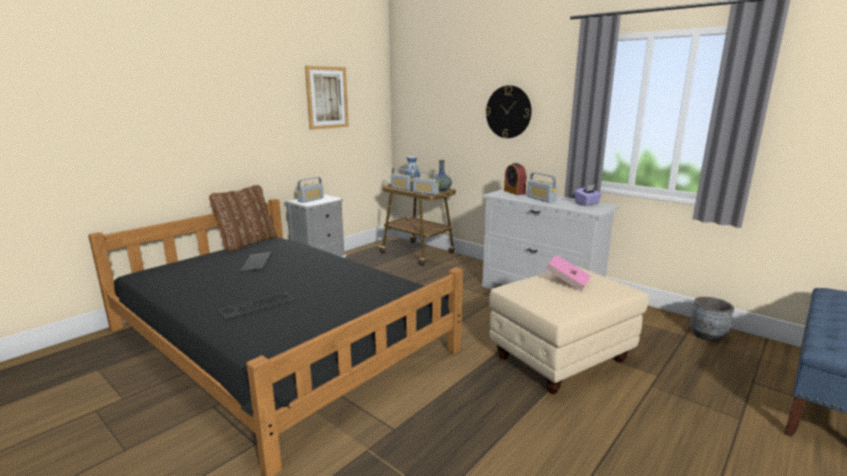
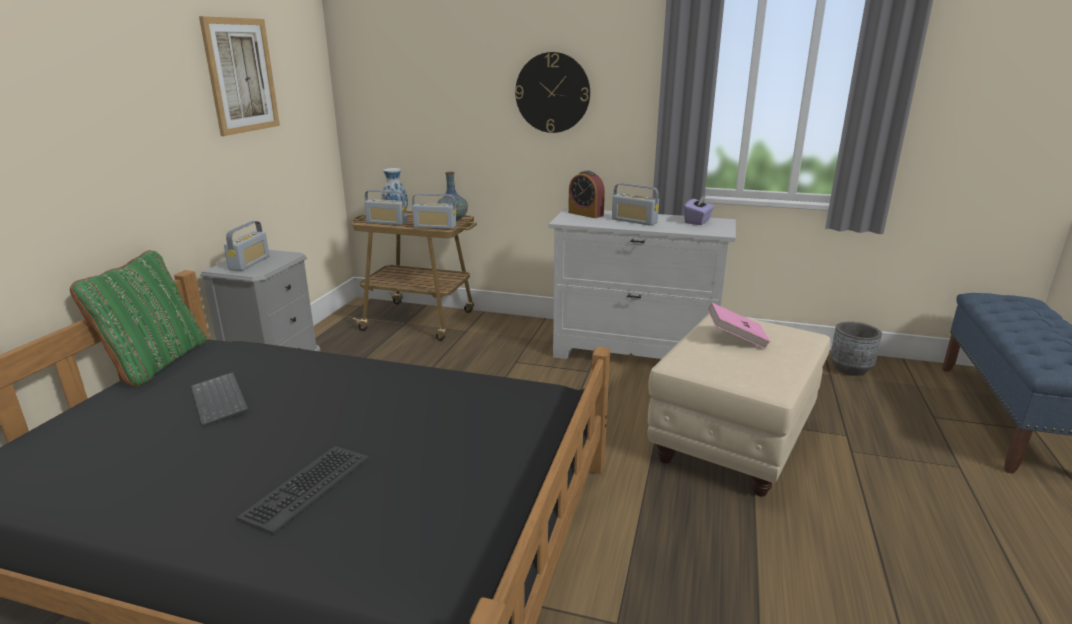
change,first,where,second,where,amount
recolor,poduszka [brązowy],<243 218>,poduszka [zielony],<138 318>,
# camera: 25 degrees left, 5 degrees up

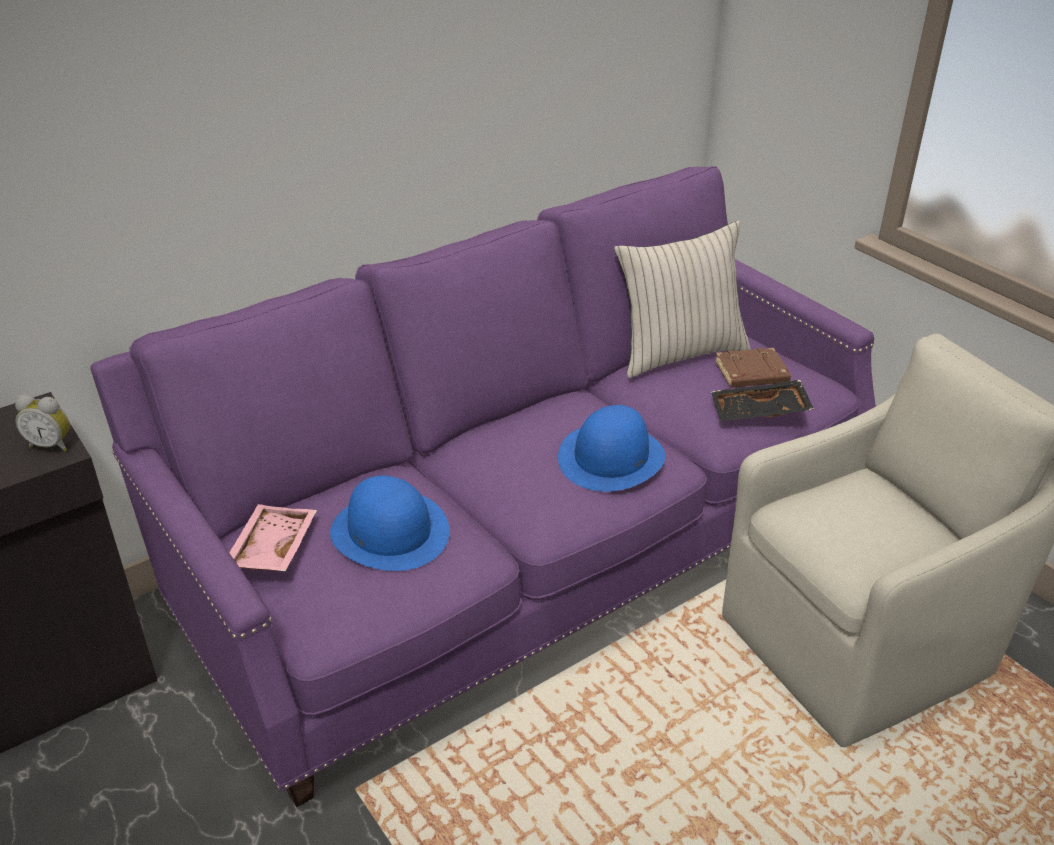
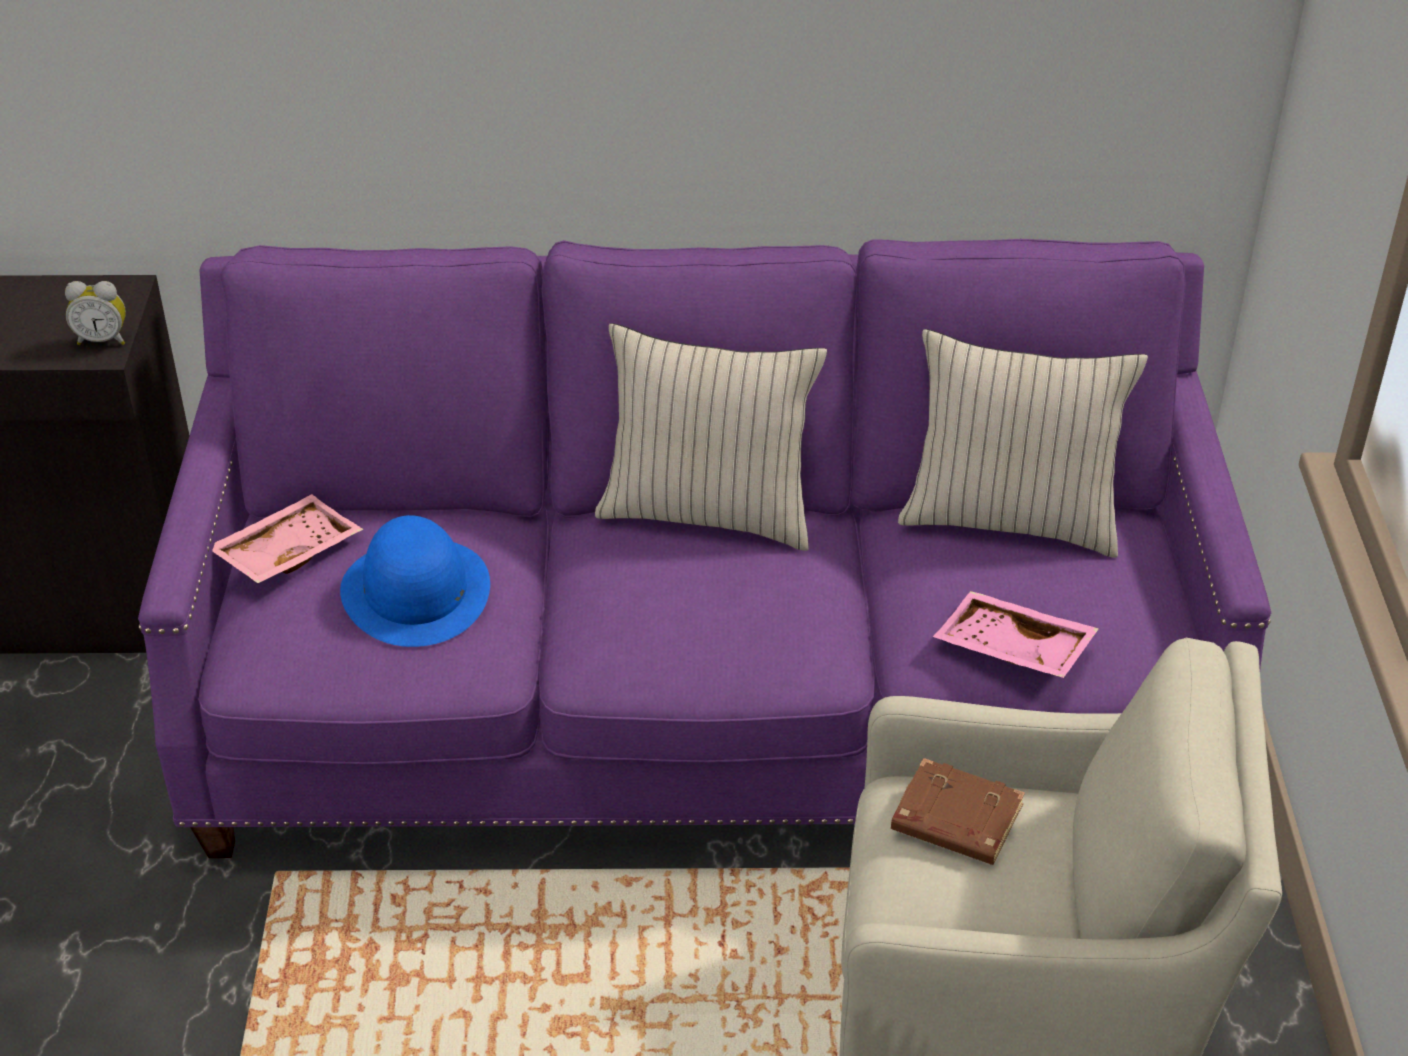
change,first,where,second,where,amount
rotate,budzik,<42 423>,,<95 313>,45 degrees counterclockwise
insert,,,poduszka [beżowy],<711 437>,
move,książka [brązowy],<753 368>,,<958 811>,
recolor,taca [czarny],<762 400>,taca [różowy],<1016 634>,
delete,kapelusz [niebieski],<611 448>,,,
# camera: 35 degrees right, 5 degrees up

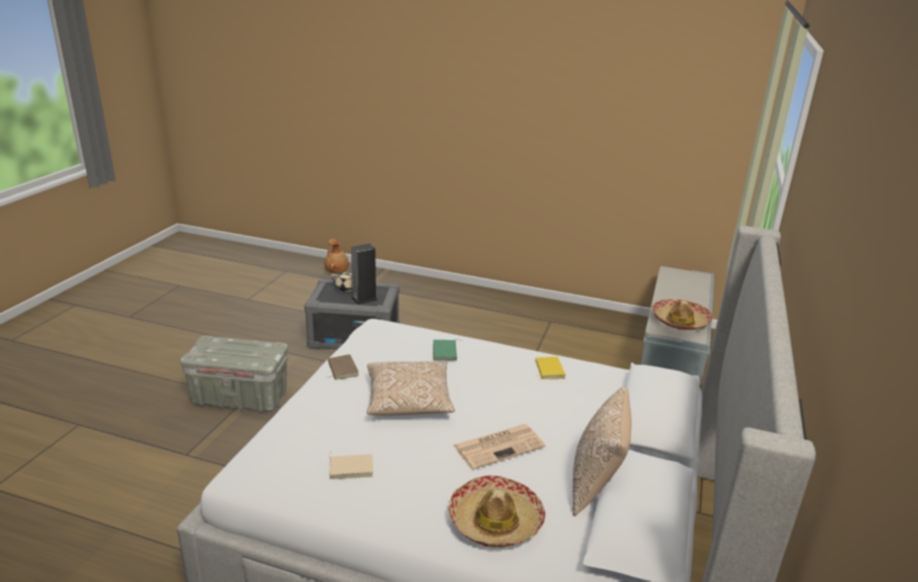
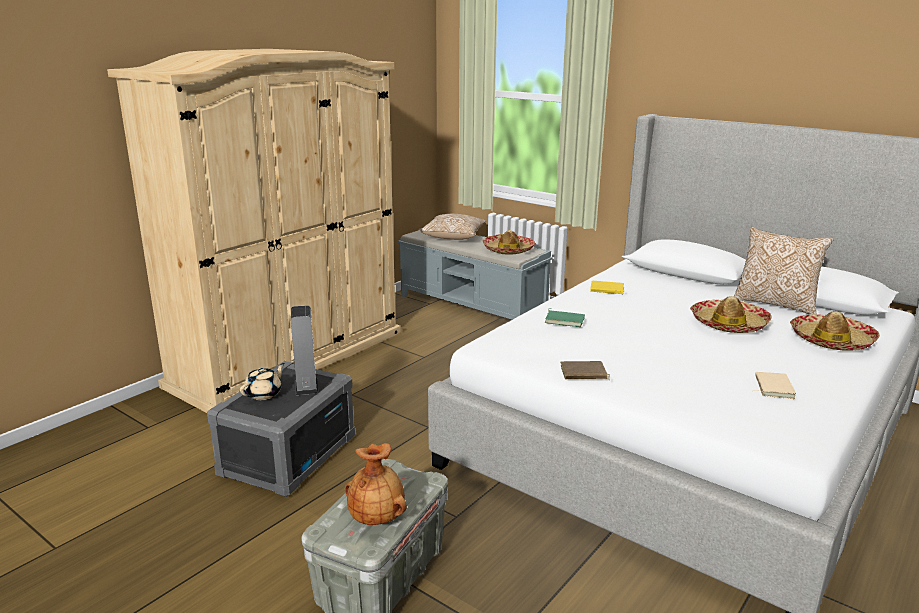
change,first,where,second,where,amount
insert,,,szafa [beżowy],<254 231>,
move,wazon [brązowy],<337 256>,,<376 484>,
move,poduszka,<411 388>,,<453 227>,
replace,gazeta,<499 447>,kapelusz,<731 314>,
# camera: 70 degrees left, 5 degrees down

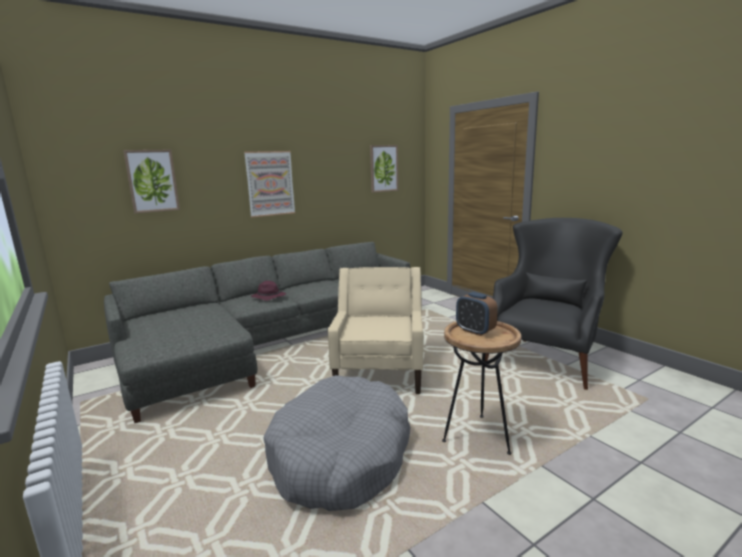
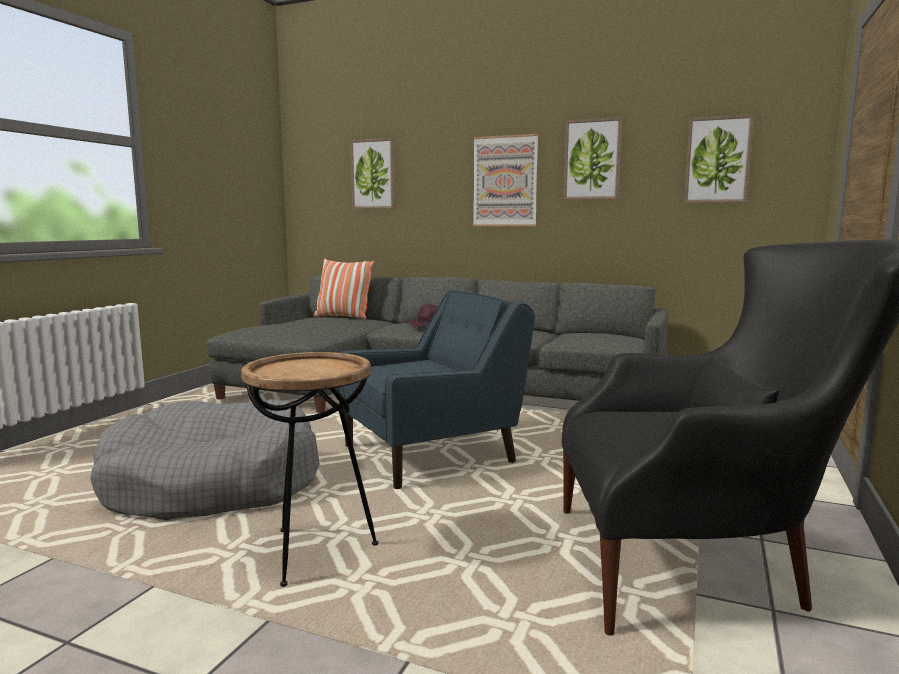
change,first,where,second,where,amount
insert,,,poduszka,<343 289>,
recolor,fotel [beżowy],<375 331>,fotel [niebieski],<437 389>,
insert,,,obraz,<592 158>,
delete,budzik,<477 314>,,,
# camera: 55 degrees right, 5 degrees down

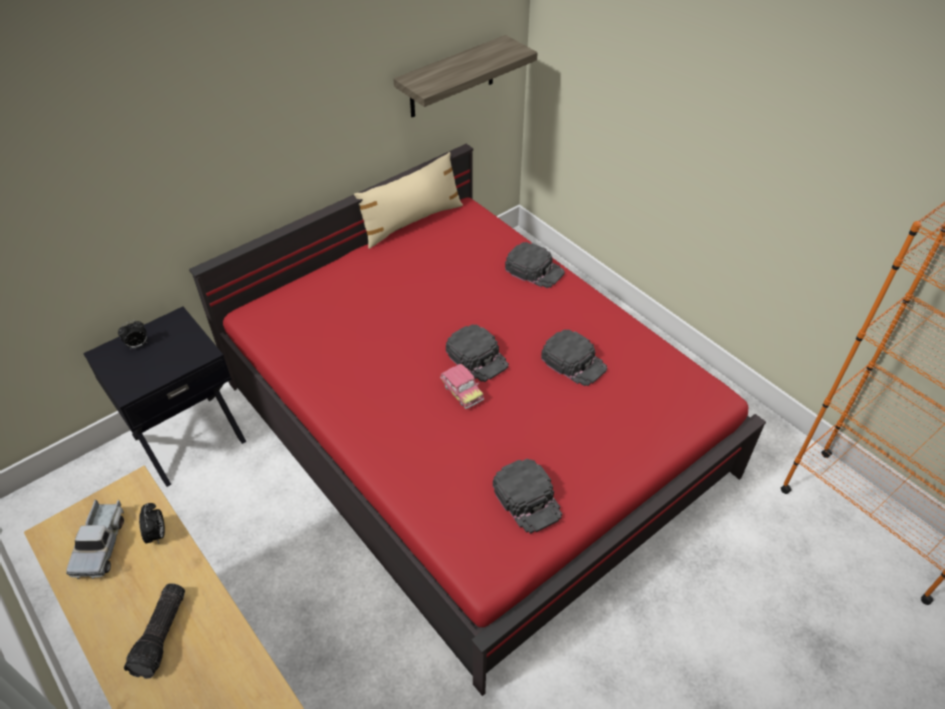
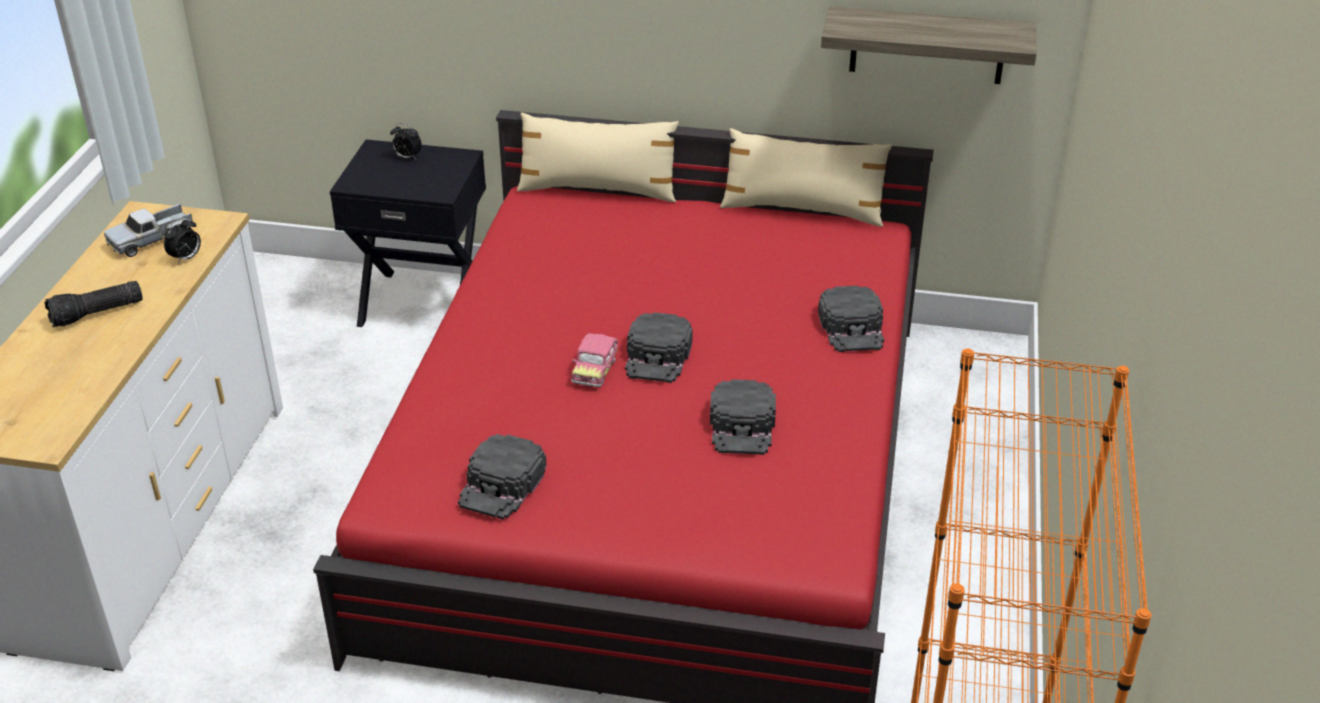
change,first,where,second,where,amount
insert,,,poduszka [beżowy],<598 157>,
# camera: 50 degrees right, 10 degrees down

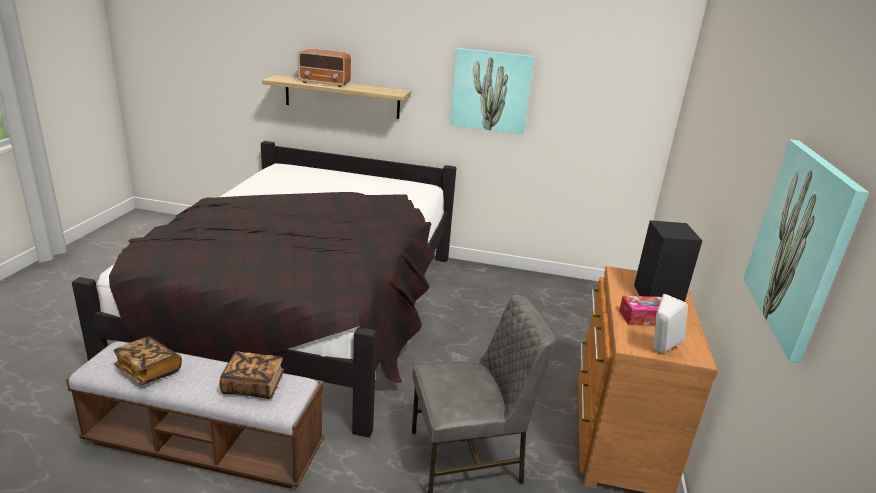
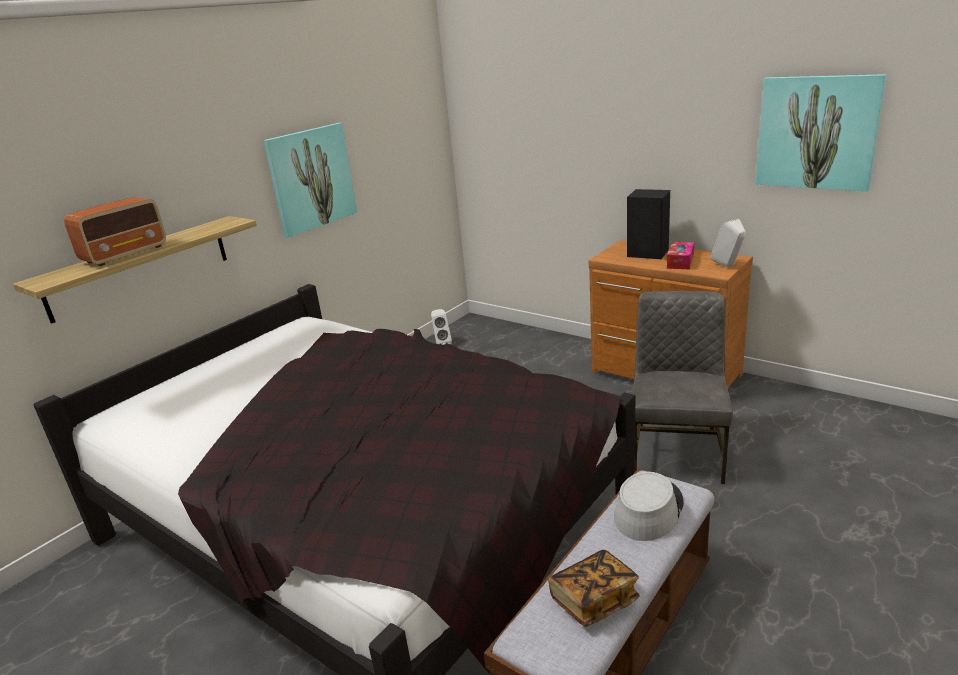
change,first,where,second,where,amount
insert,,,głośnik [biały],<441 327>,
replace,książka,<251 375>,kapelusz [szary],<649 506>,
# camera: 60 degrees left, 0 degrees up

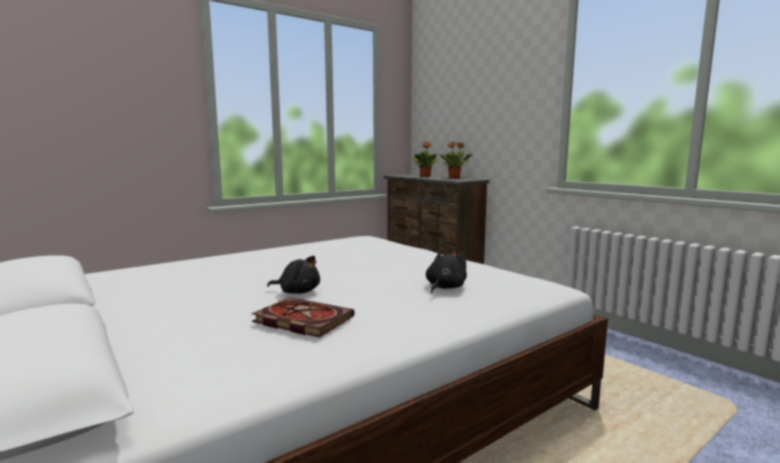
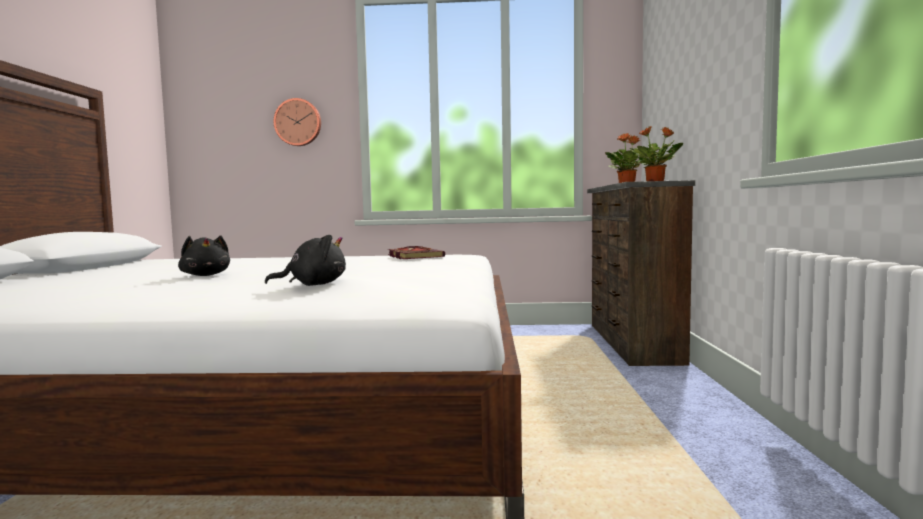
change,first,where,second,where,amount
insert,,,zegar ścienny,<297 122>,
move,książka,<302 317>,,<416 252>,
# camera: 40 degrees right, 5 degrees down

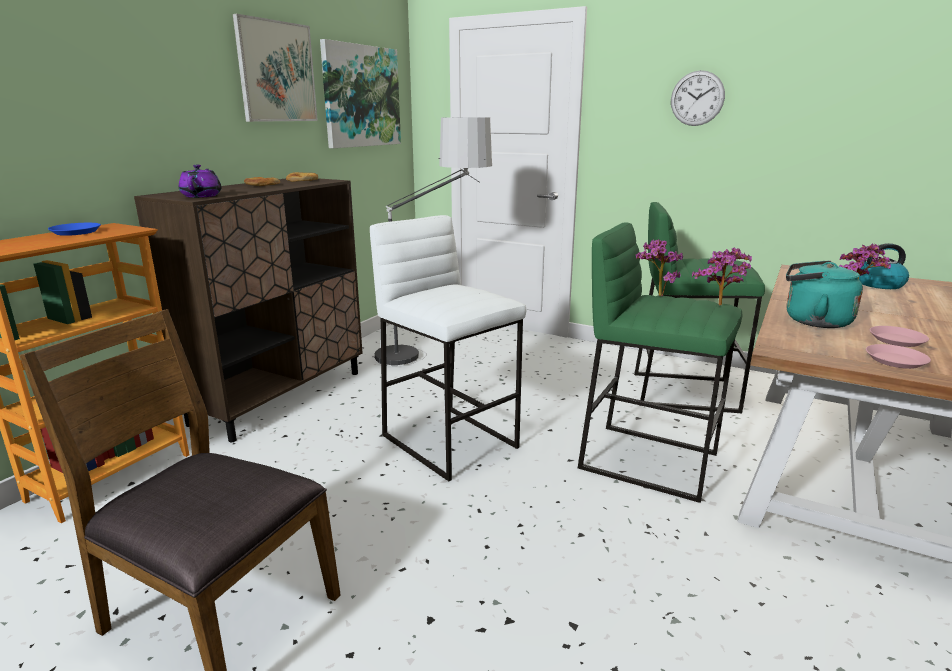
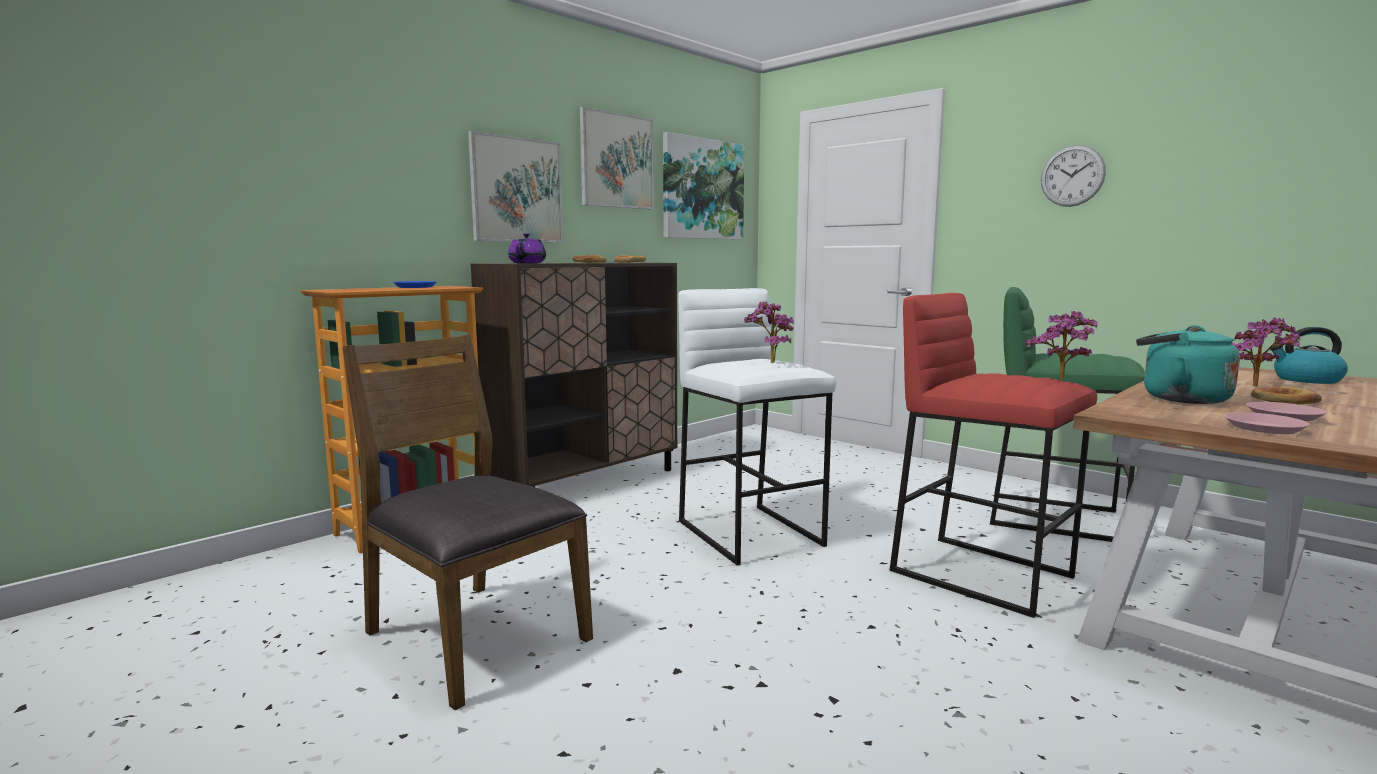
change,first,where,second,where,amount
insert,,,obraz,<515 186>,
move,roślina doniczkowa,<659 267>,,<769 332>,
recolor,stołek [zielony],<660 362>,stołek [czerwony],<993 455>,
insert,,,chleb,<1286 395>,
delete,lampa stojąca,<432 242>,,,
# camera: 15 degrees right, 10 degrees down

